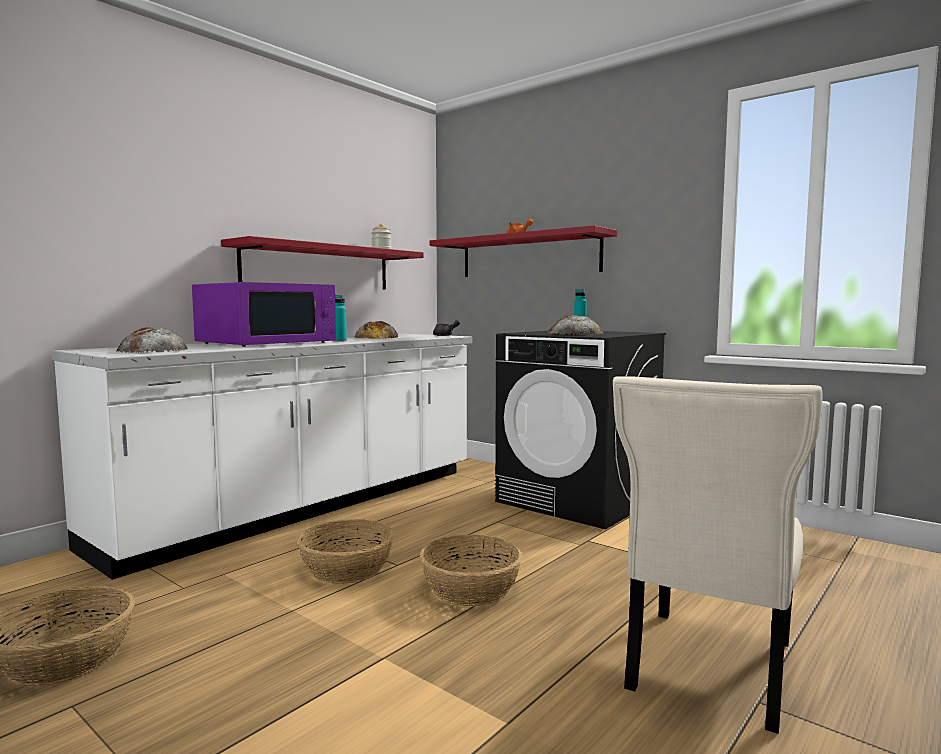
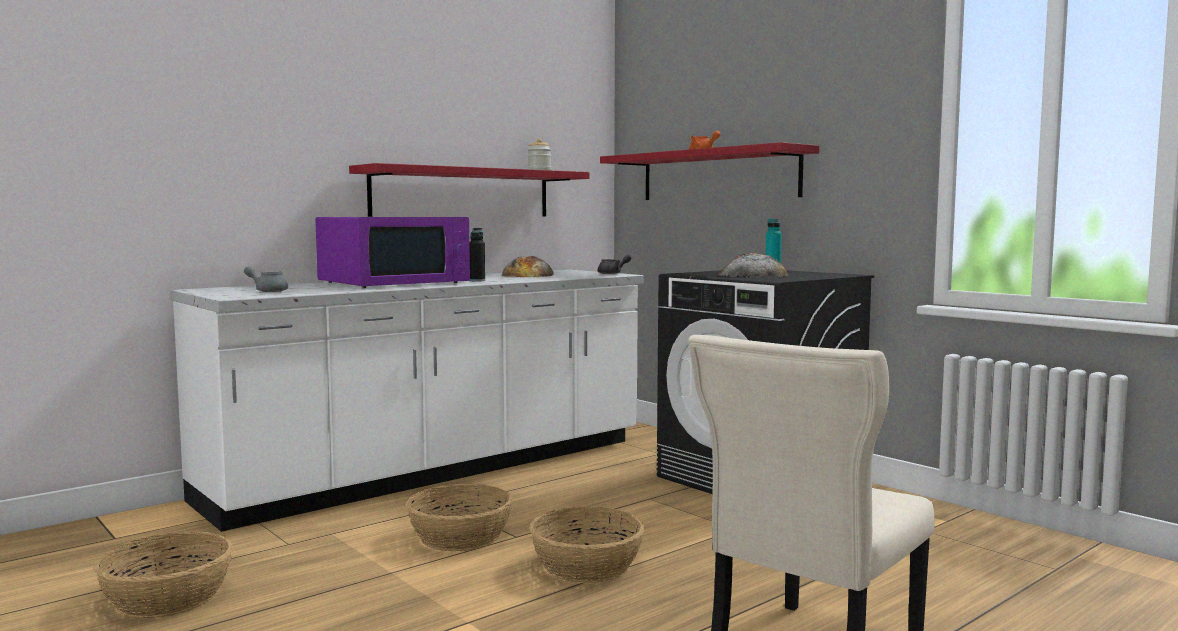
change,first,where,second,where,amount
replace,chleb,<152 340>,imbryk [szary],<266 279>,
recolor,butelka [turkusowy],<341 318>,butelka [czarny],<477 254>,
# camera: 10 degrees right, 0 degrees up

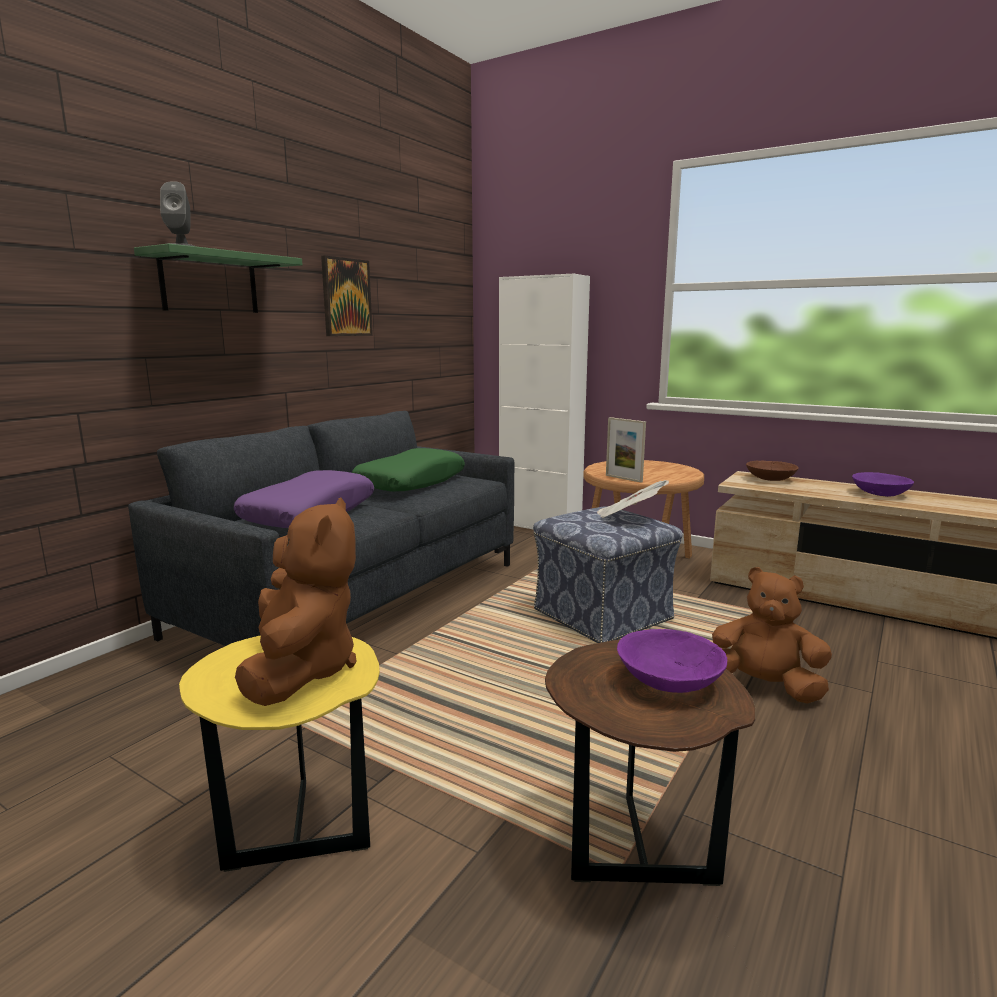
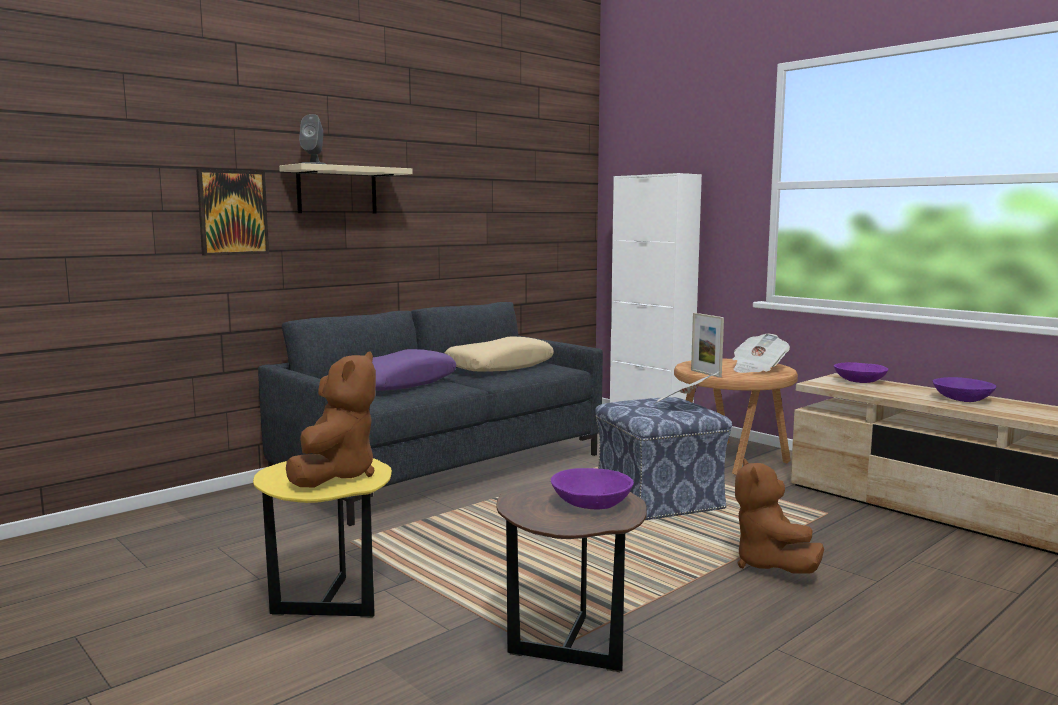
change,first,where,second,where,amount
move,obraz,<347 295>,,<232 212>,
recolor,półka [zielony],<218 278>,półka [beżowy],<346 188>,
recolor,poduszka [zielony],<408 469>,poduszka [beżowy],<499 354>,
insert,,,gazeta,<761 353>,
rotate,pluszak [brązowy],<772 635>,,<779 516>,135 degrees counterclockwise
recolor,miska [brązowy],<772 471>,miska [fioletowy],<861 372>,
# camera: 15 degrees right, 5 degrees down

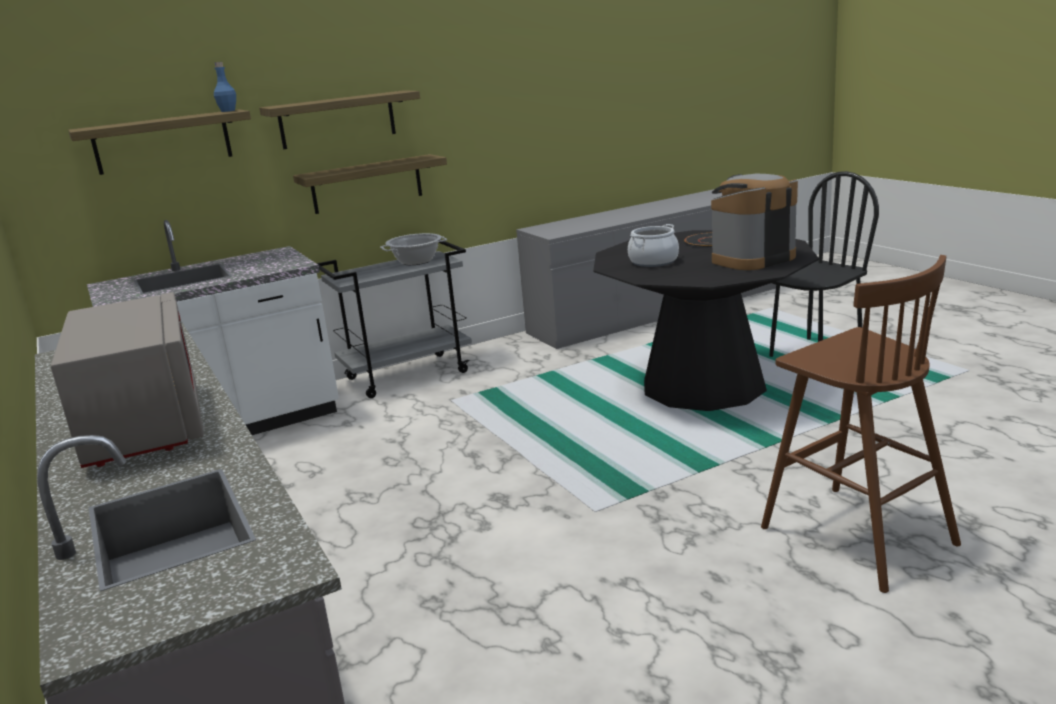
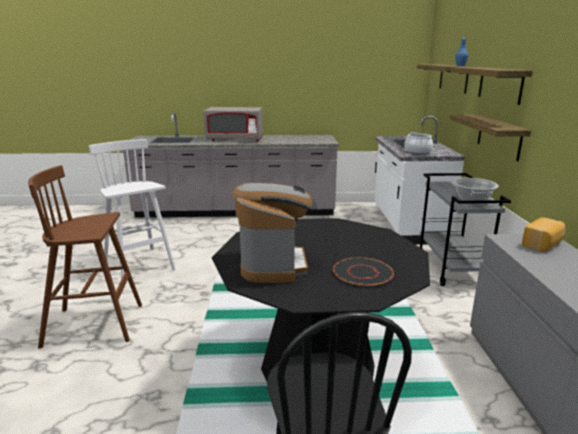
change,first,where,second,where,amount
insert,,,stołek [biały],<132 209>,
move,garnek,<653 245>,,<418 143>,
insert,,,chleb,<543 234>,
# camera: 115 degrees right, 0 degrees up

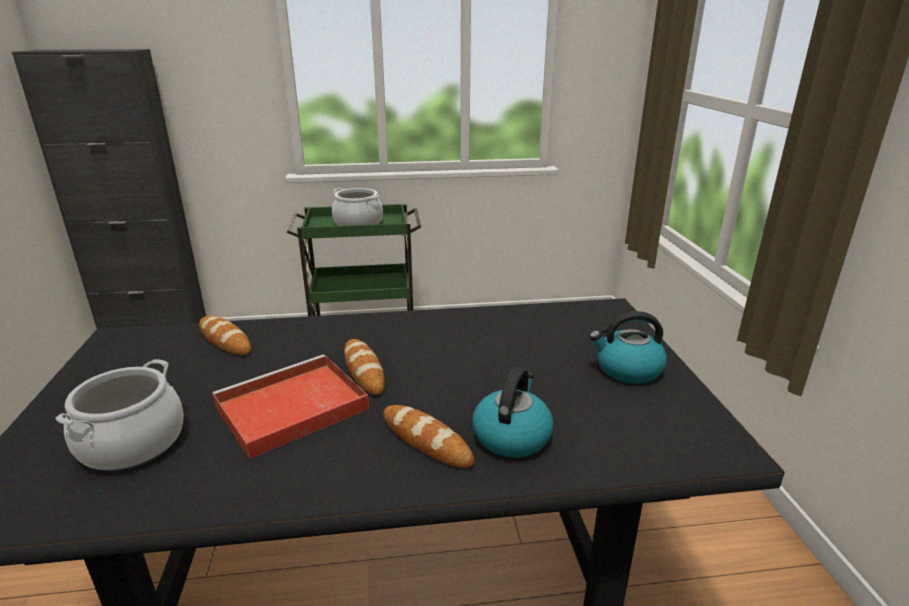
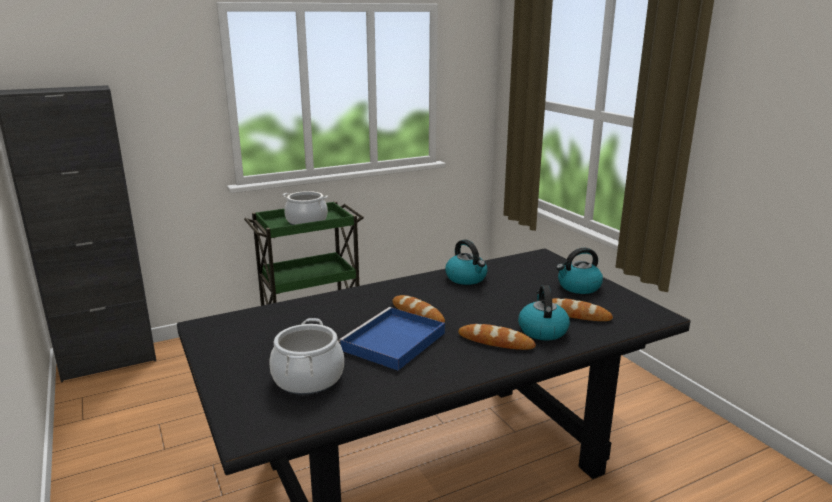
change,first,where,second,where,amount
recolor,taca [czerwony],<290 406>,taca [niebieski],<391 338>,
insert,,,czajnik,<466 262>,
move,chleb,<225 335>,,<582 309>,
# camera: 20 degrees left, 5 degrees down

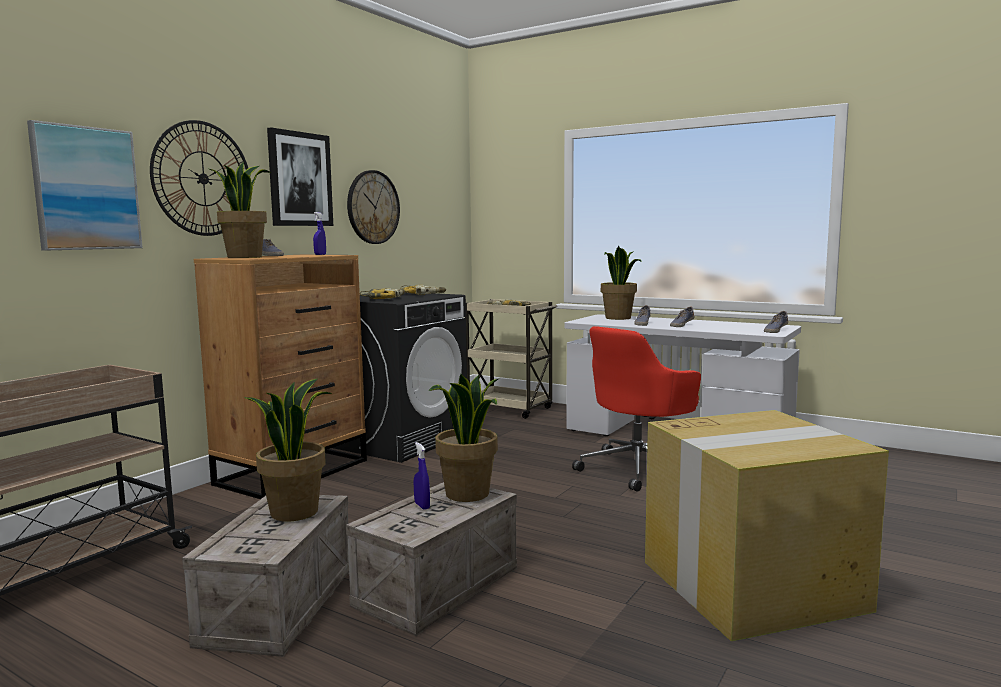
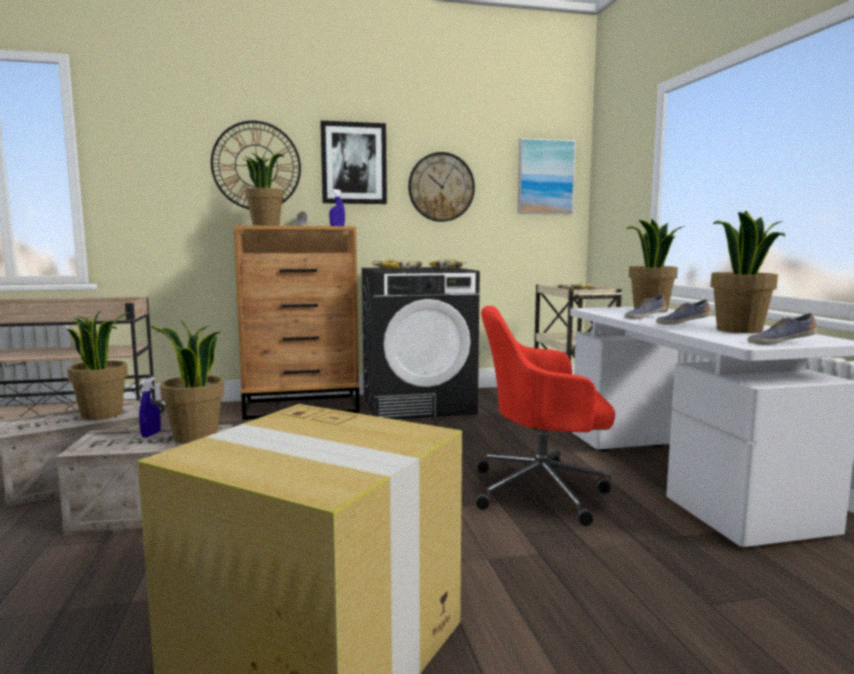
change,first,where,second,where,amount
move,obraz,<85 185>,,<546 176>,
insert,,,roślina doniczkowa,<748 271>,
# camera: 45 degrees right, 0 degrees up

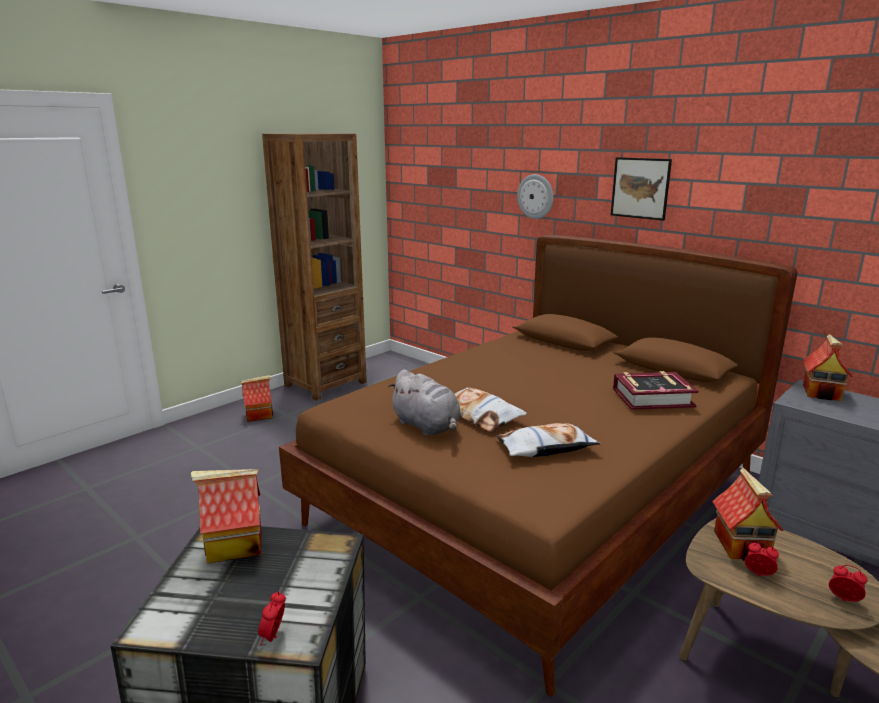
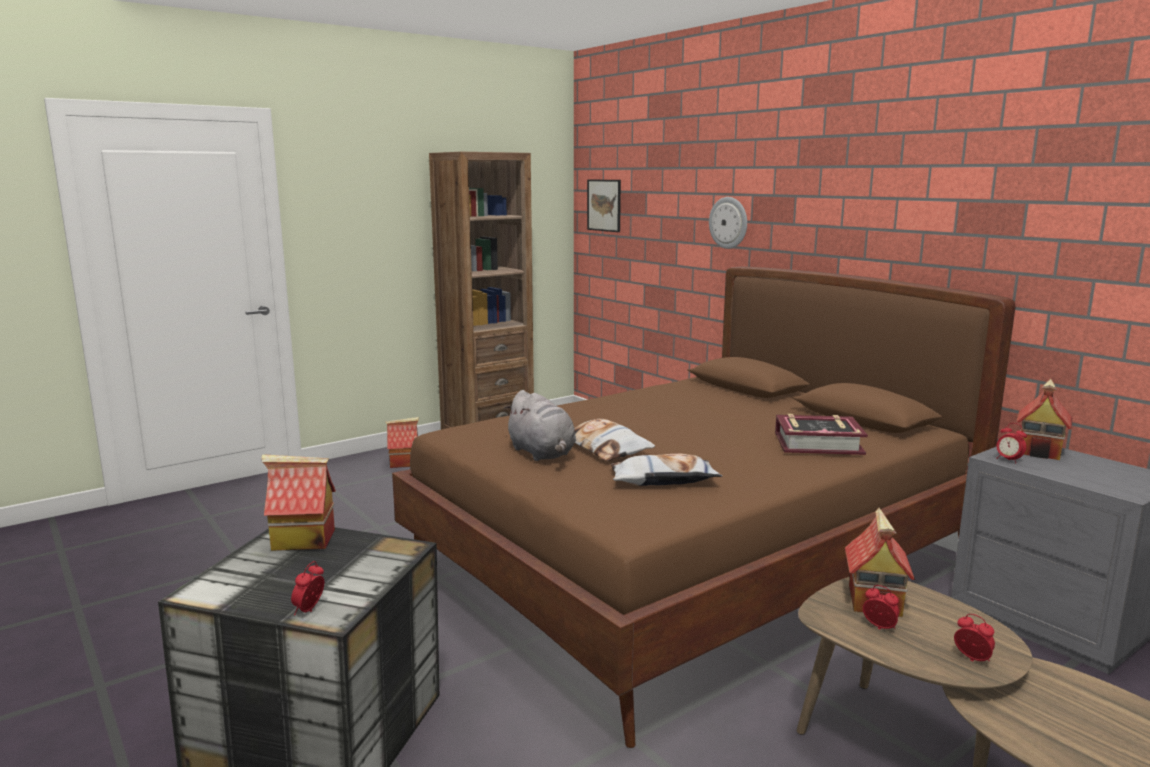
change,first,where,second,where,amount
move,obraz,<641 189>,,<604 206>,
insert,,,budzik,<1011 443>,
# camera: 10 degrees right, 5 degrees down

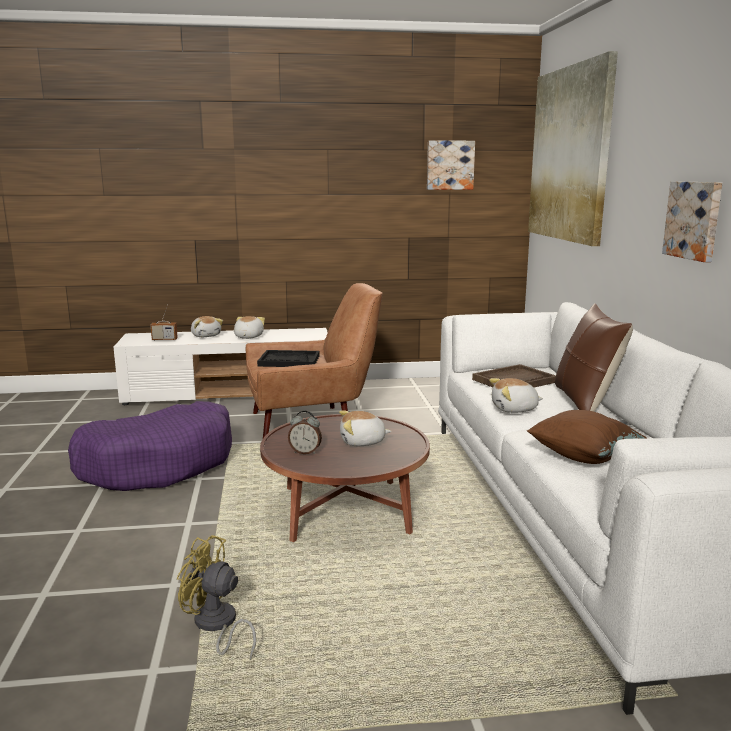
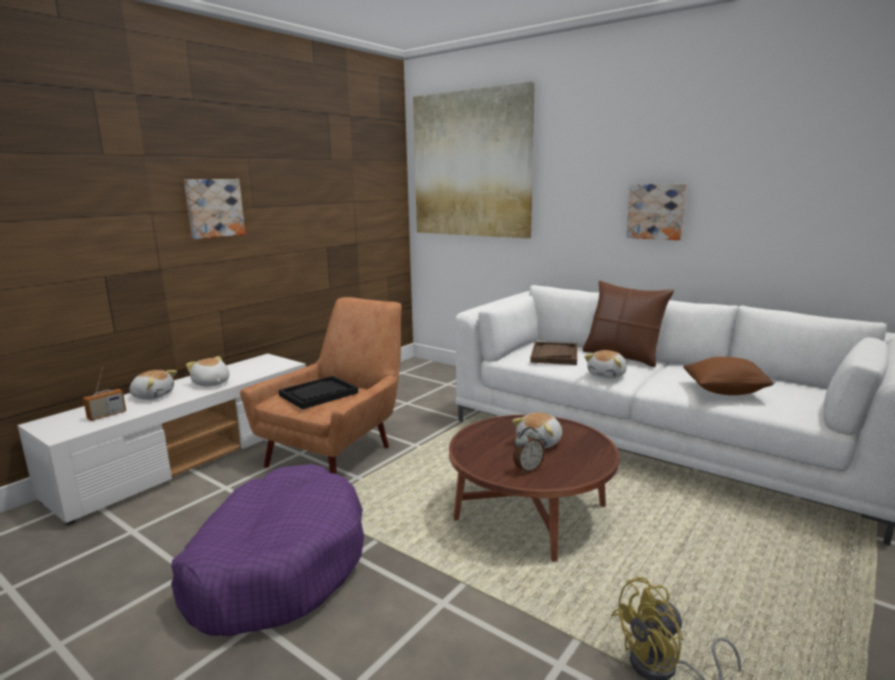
change,first,where,second,where,amount
move,obraz,<451 165>,,<214 209>,
# camera: 45 degrees left, 0 degrees up

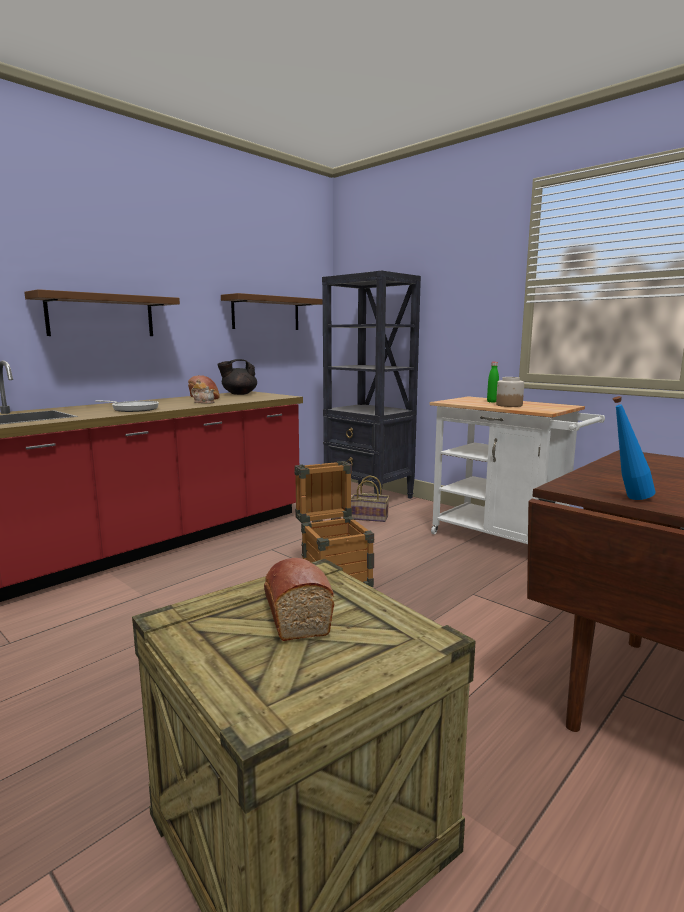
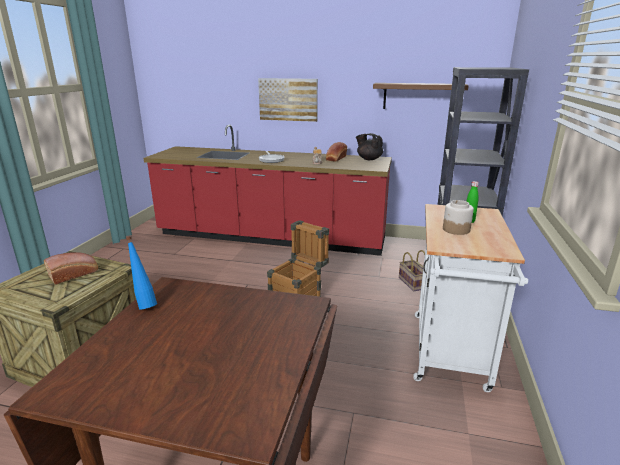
change,first,where,second,where,amount
replace,półka [brązowy],<102 312>,obraz,<288 100>,
# camera: 60 degrees right, 10 degrees up

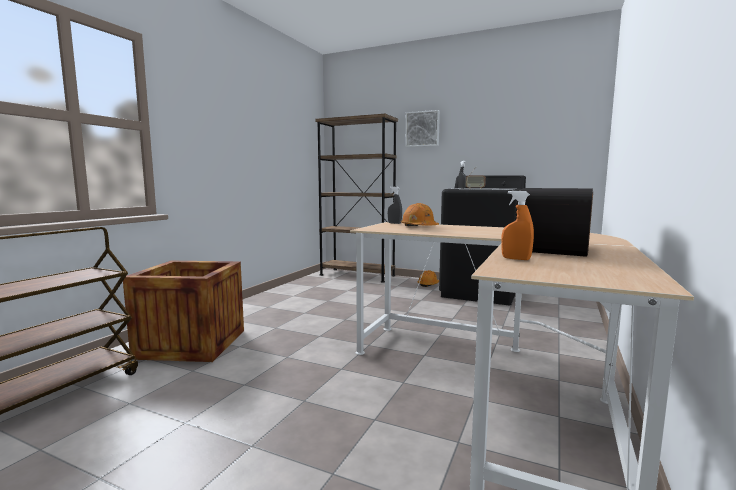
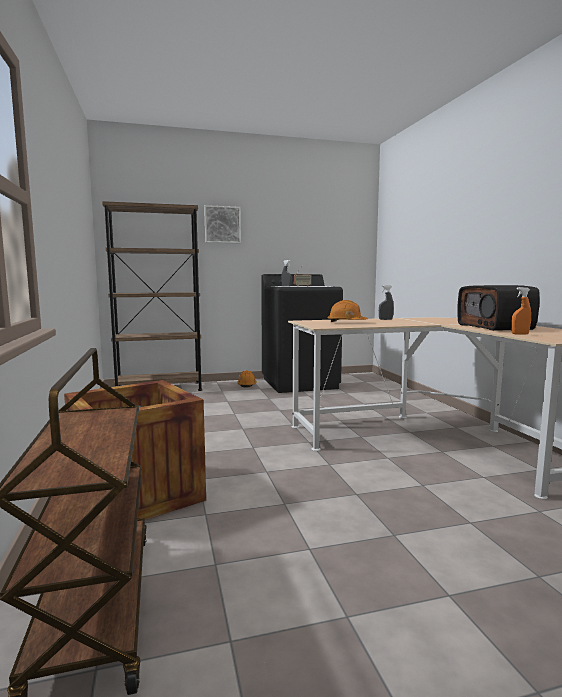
change,first,where,second,where,amount
move,spryskiwacz [szary],<395 205>,,<386 302>,
# camera: 40 degrees left, 0 degrees up

